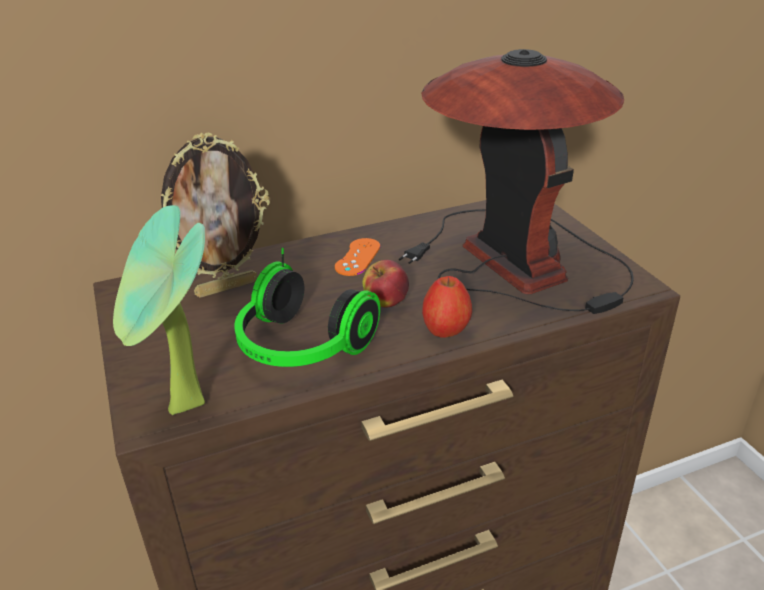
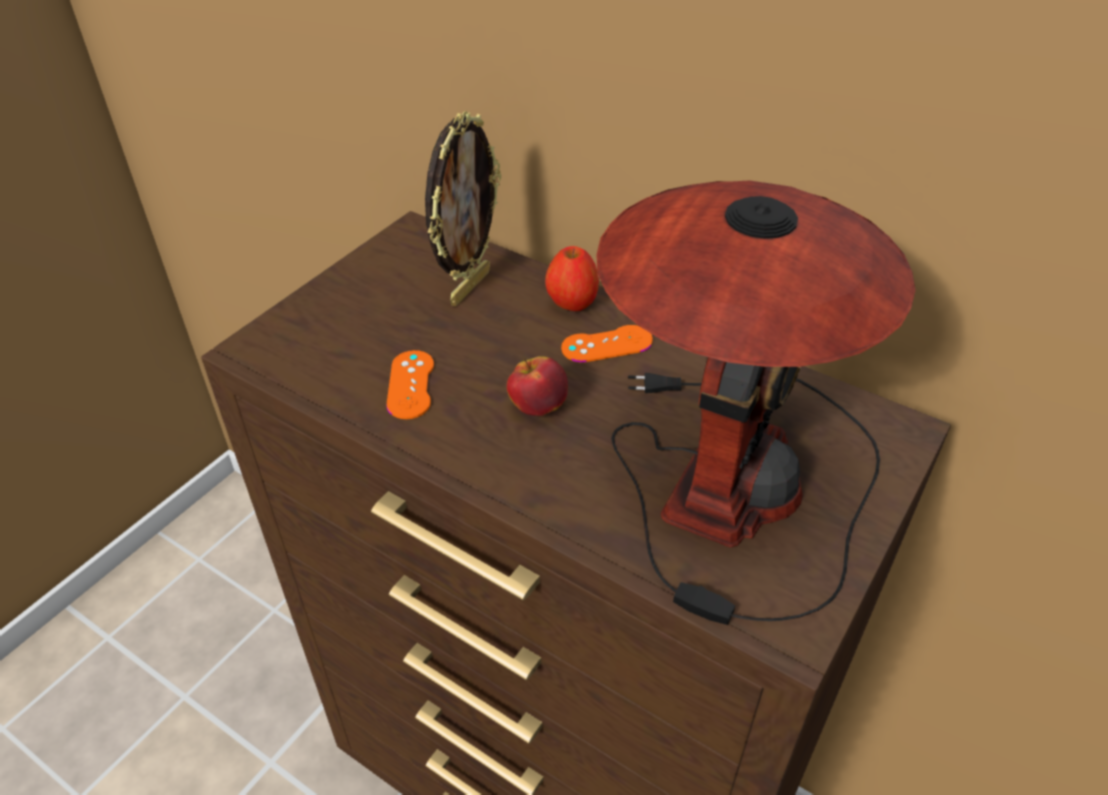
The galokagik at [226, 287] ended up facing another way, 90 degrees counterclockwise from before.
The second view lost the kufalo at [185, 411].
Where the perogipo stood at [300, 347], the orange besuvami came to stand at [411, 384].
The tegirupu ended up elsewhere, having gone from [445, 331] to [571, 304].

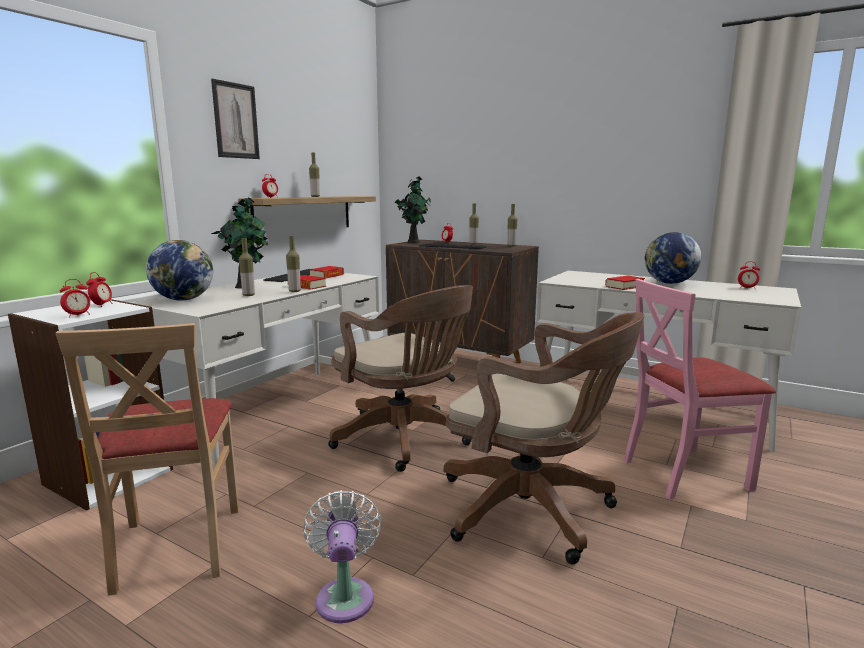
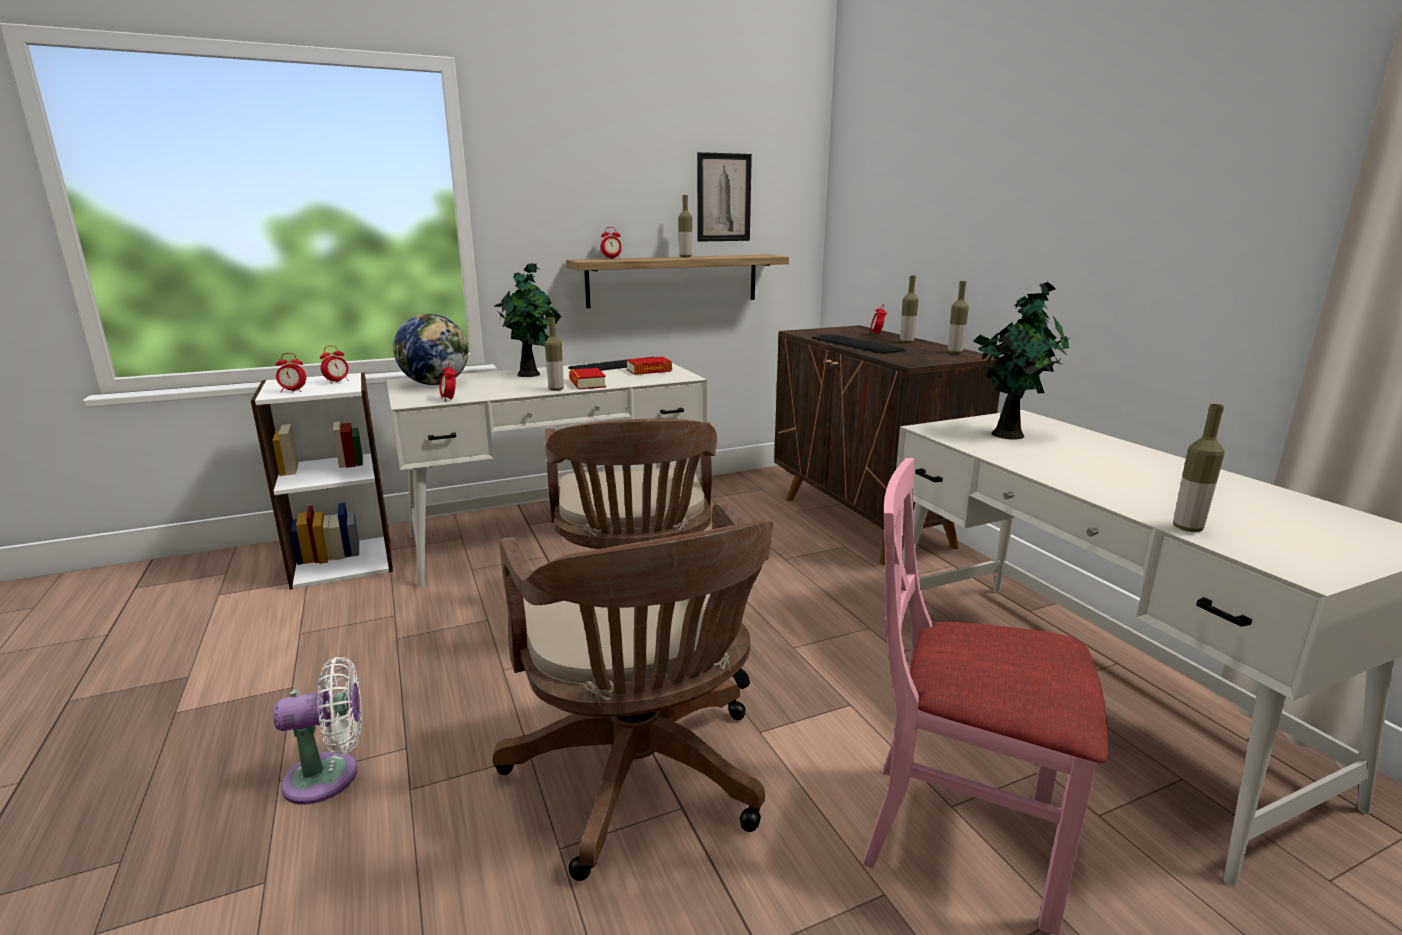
The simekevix ended up elsewhere, having gone from [236, 121] to [723, 197].
The kufalo ended up elsewhere, having gone from [413, 242] to [1009, 434].
The second view lost the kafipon at [669, 283].
The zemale ended up elsewhere, having gone from [248, 295] to [1187, 528].
The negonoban ended up elsewhere, having gone from [747, 288] to [449, 399].
The second view lost the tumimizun at [624, 286].
The second view lost the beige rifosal at [176, 546].
The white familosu at [345, 595] ended up facing another way, 45 degrees clockwise from before.

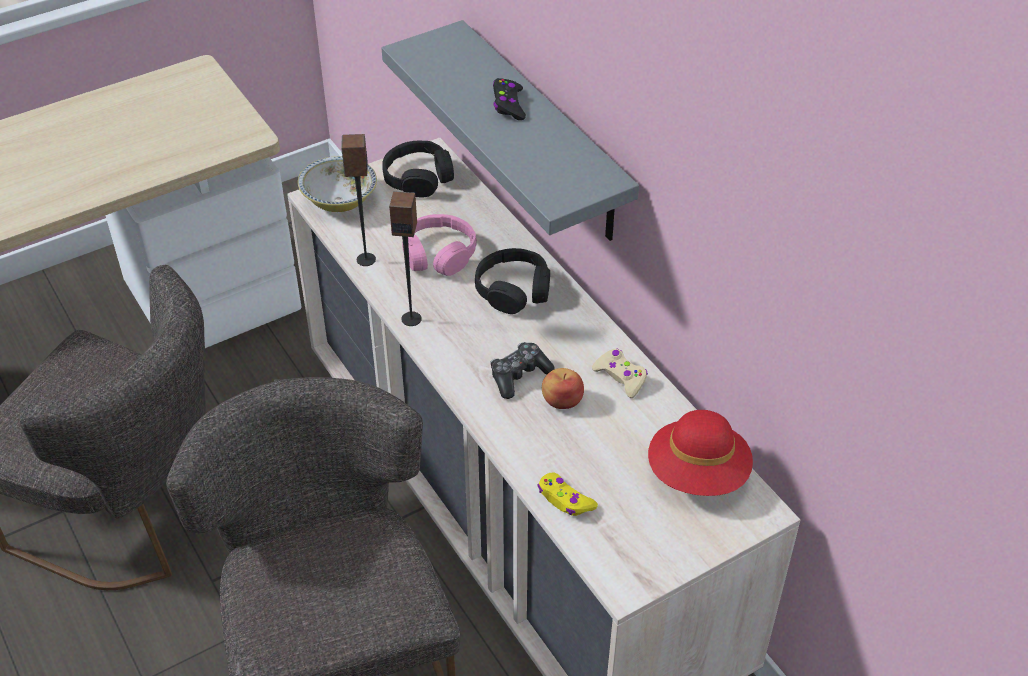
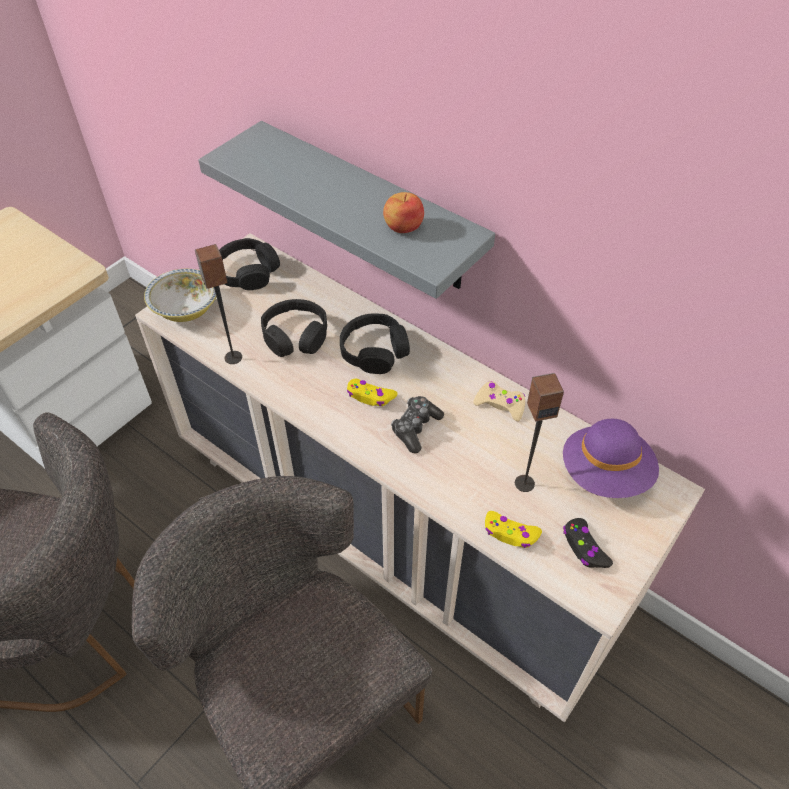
The black besuvami ended up elsewhere, having gone from [508, 105] to [584, 548].
The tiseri ended up elsewhere, having gone from [411, 318] to [524, 483].
What was the pink perogipo at [439, 254] turned into the black perogipo at [295, 336].
The tegirupu ended up elsewhere, having gone from [562, 400] to [403, 226].
What was the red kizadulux at [698, 474] turned into the purple kizadulux at [605, 473].
The second view gained the yellow besuvami at [370, 396].

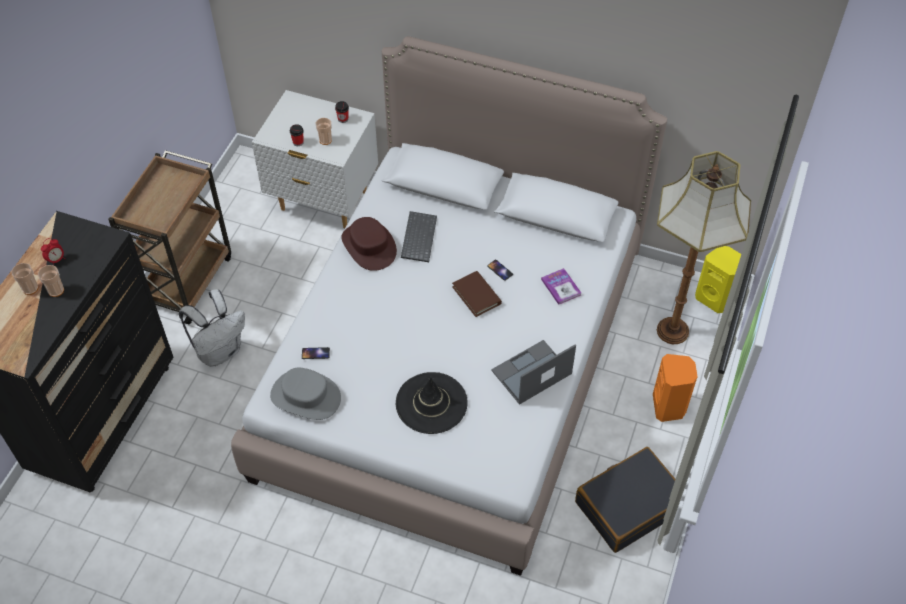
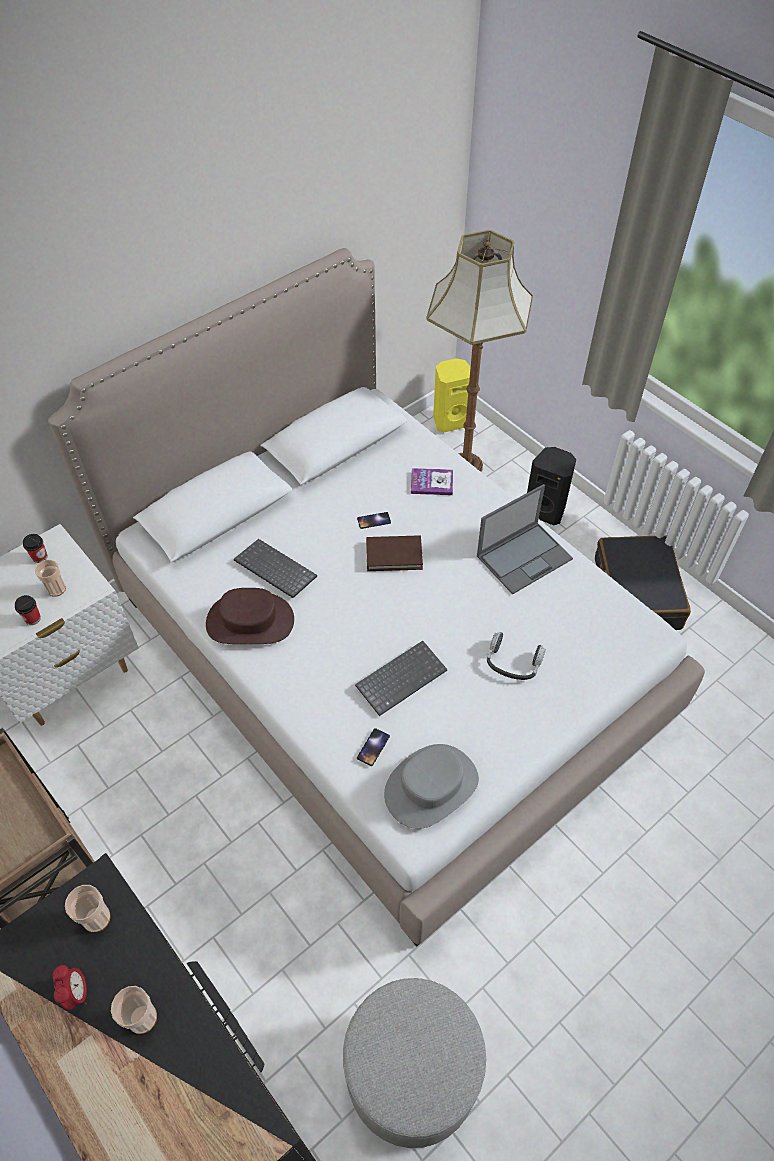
The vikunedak ended up elsewhere, having gone from [30, 288] to [96, 918].
The second view lost the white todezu at [220, 351].
The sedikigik at [531, 373] ended up facing another way, 120 degrees counterclockwise from before.
What was the orange tiseri at [669, 406] turned into the black tiseri at [546, 510].
Where the black kizadulux stood at [431, 403], the perogipo came to stand at [513, 662].
The second view gained the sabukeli at [401, 677].
The second view gained the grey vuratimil at [412, 1072].

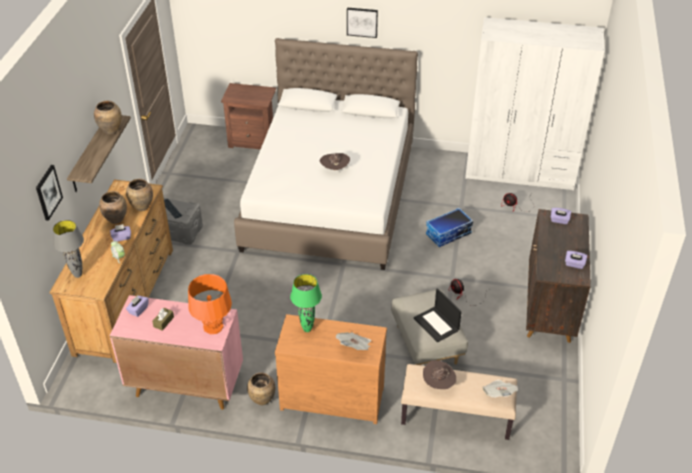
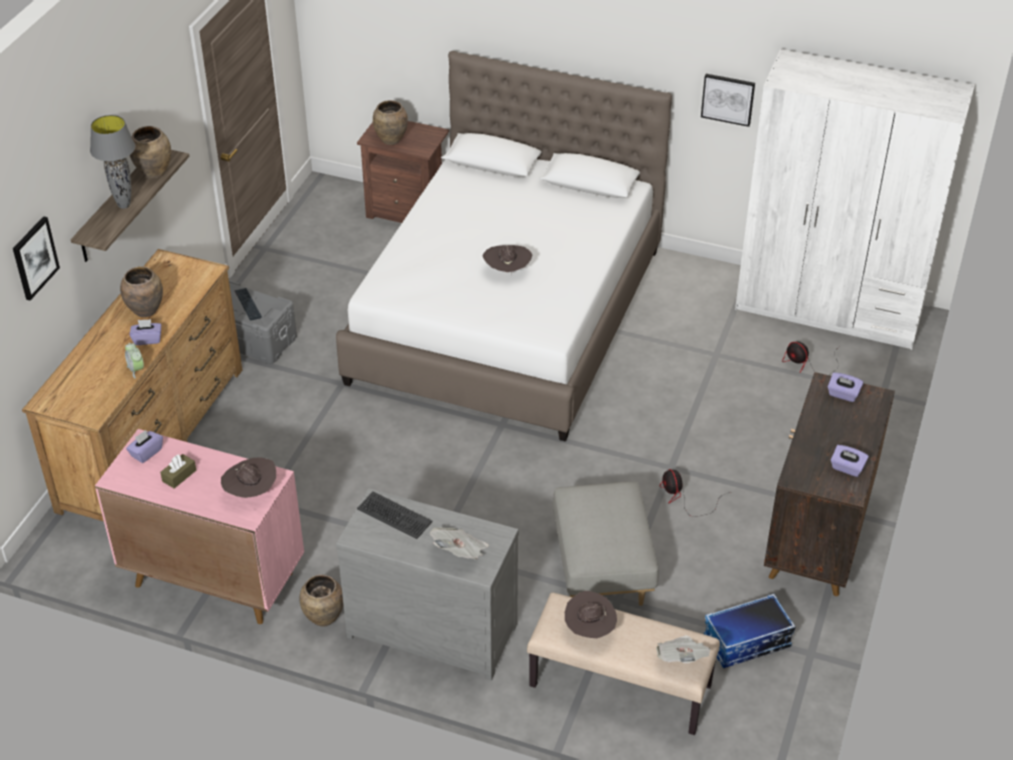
The simekevix ended up elsewhere, having gone from [362, 22] to [728, 99].
The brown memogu ended up elsewhere, having gone from [141, 207] to [390, 140].
The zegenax ended up elsewhere, having gone from [448, 234] to [746, 643].
The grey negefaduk ended up elsewhere, having gone from [77, 275] to [123, 205].
Where the orange negefaduk stood at [213, 326], the brown kizadulux came to stand at [251, 493].
Where the green negefaduk stood at [307, 329], the sabukeli came to stand at [394, 516].
The second view lost the sedikigik at [437, 324].
What was the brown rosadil at [332, 395] turned into the grey rosadil at [433, 626].

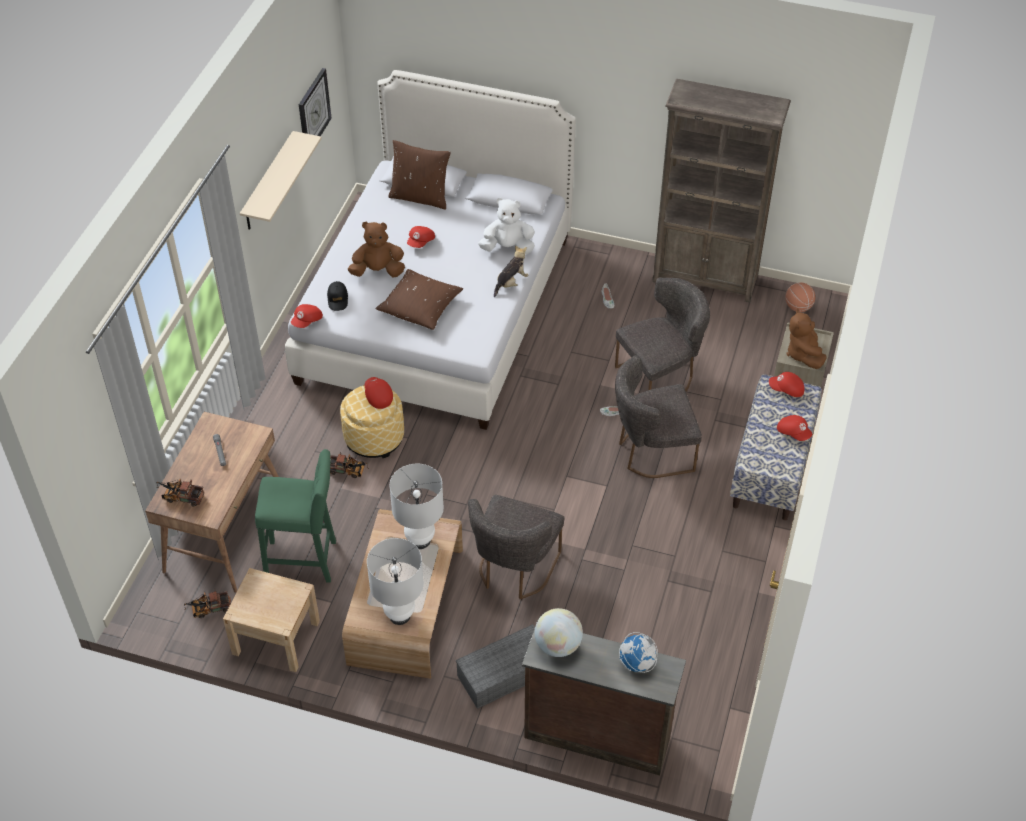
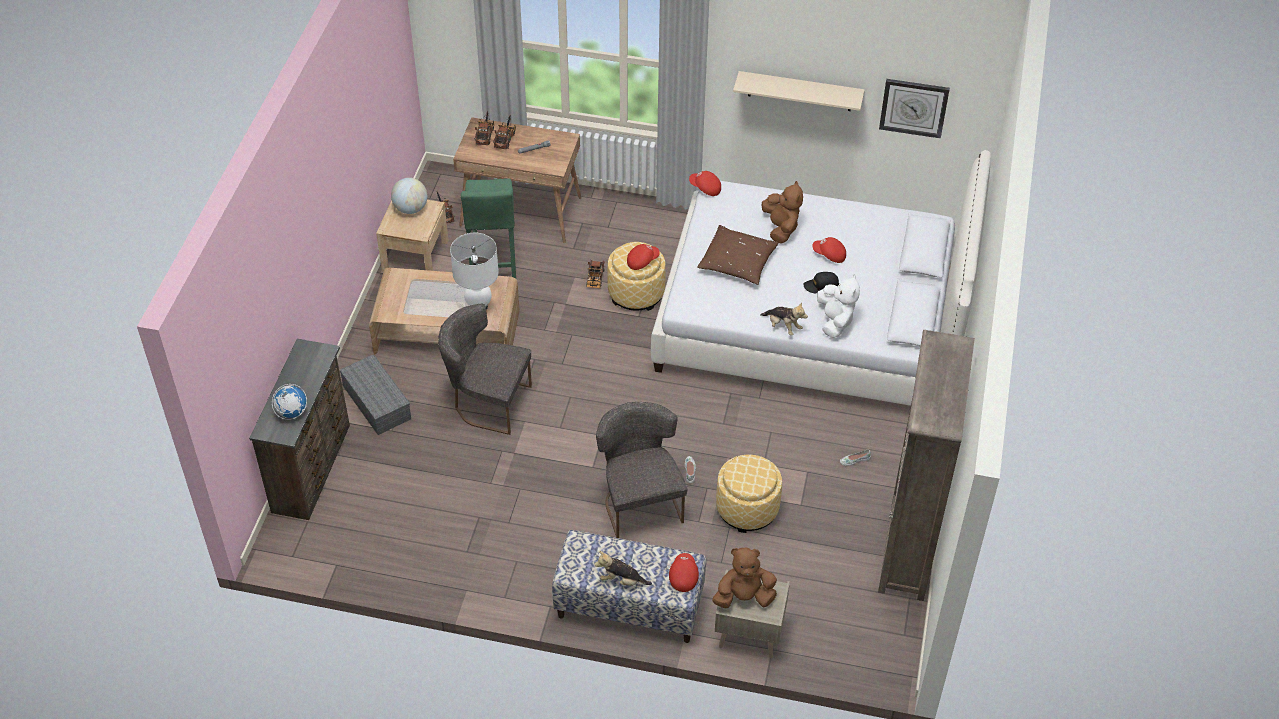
The second view lost the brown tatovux at [420, 197].
Where the grey rifosal stood at [660, 376], the vuratimil came to stand at [747, 508].
The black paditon ended up elsewhere, having gone from [338, 299] to [821, 285].
The second view lost the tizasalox at [798, 307].
Where the red paditon stood at [793, 432], the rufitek came to stand at [622, 580].
The second view lost the white negefaduk at [399, 616].
The kafipon ended up elsewhere, having gone from [558, 645] to [410, 209].
The second view gained the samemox at [505, 138].

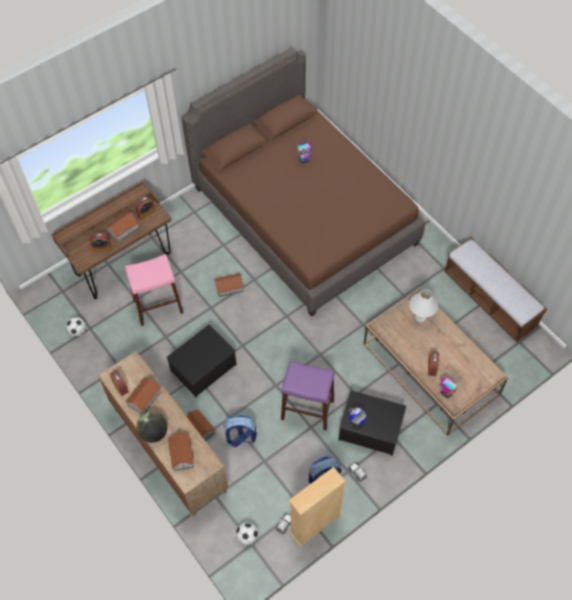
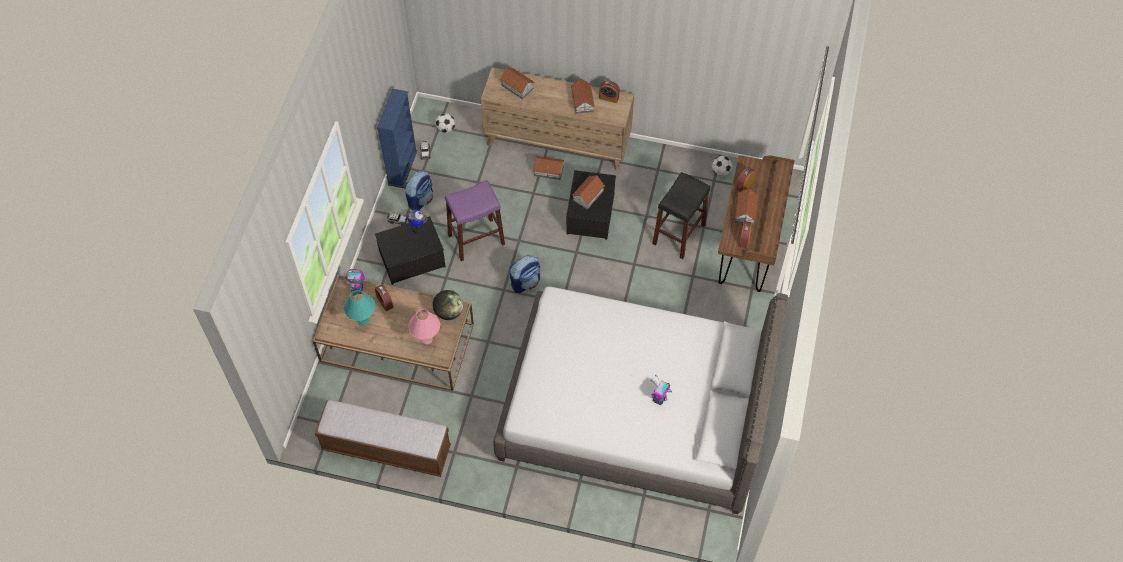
What was the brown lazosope at [304, 216] turned into the grey lazosope at [635, 411].
What was the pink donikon at [158, 306] turned into the black donikon at [679, 234].
The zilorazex ended up elsewhere, having gone from [229, 287] to [587, 195].
What was the white negefaduk at [420, 317] turned into the pink negefaduk at [427, 339].
The kafipon ended up elsewhere, having gone from [154, 432] to [449, 312].
The todezu ended up elsewhere, having gone from [240, 437] to [526, 282].
What was the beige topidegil at [315, 524] turned into the blue topidegil at [402, 167].
The second view gained the turquoise negefaduk at [363, 321].

